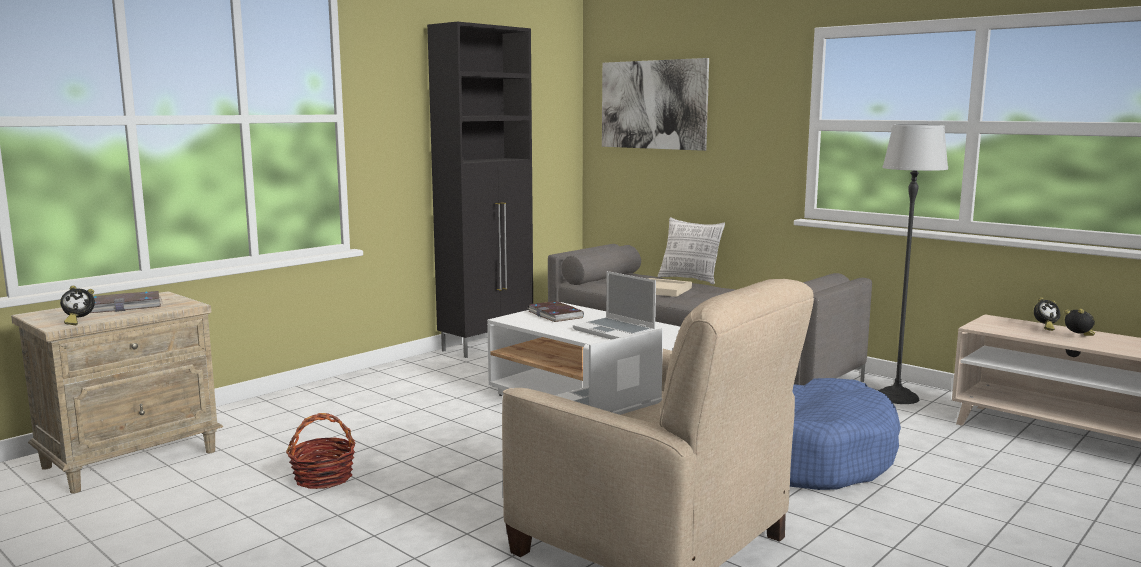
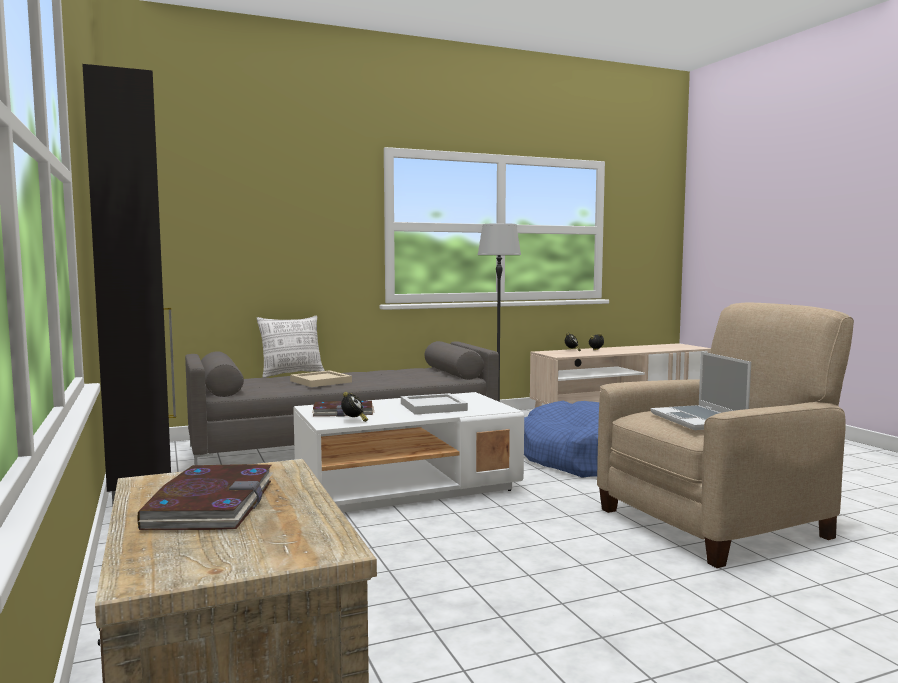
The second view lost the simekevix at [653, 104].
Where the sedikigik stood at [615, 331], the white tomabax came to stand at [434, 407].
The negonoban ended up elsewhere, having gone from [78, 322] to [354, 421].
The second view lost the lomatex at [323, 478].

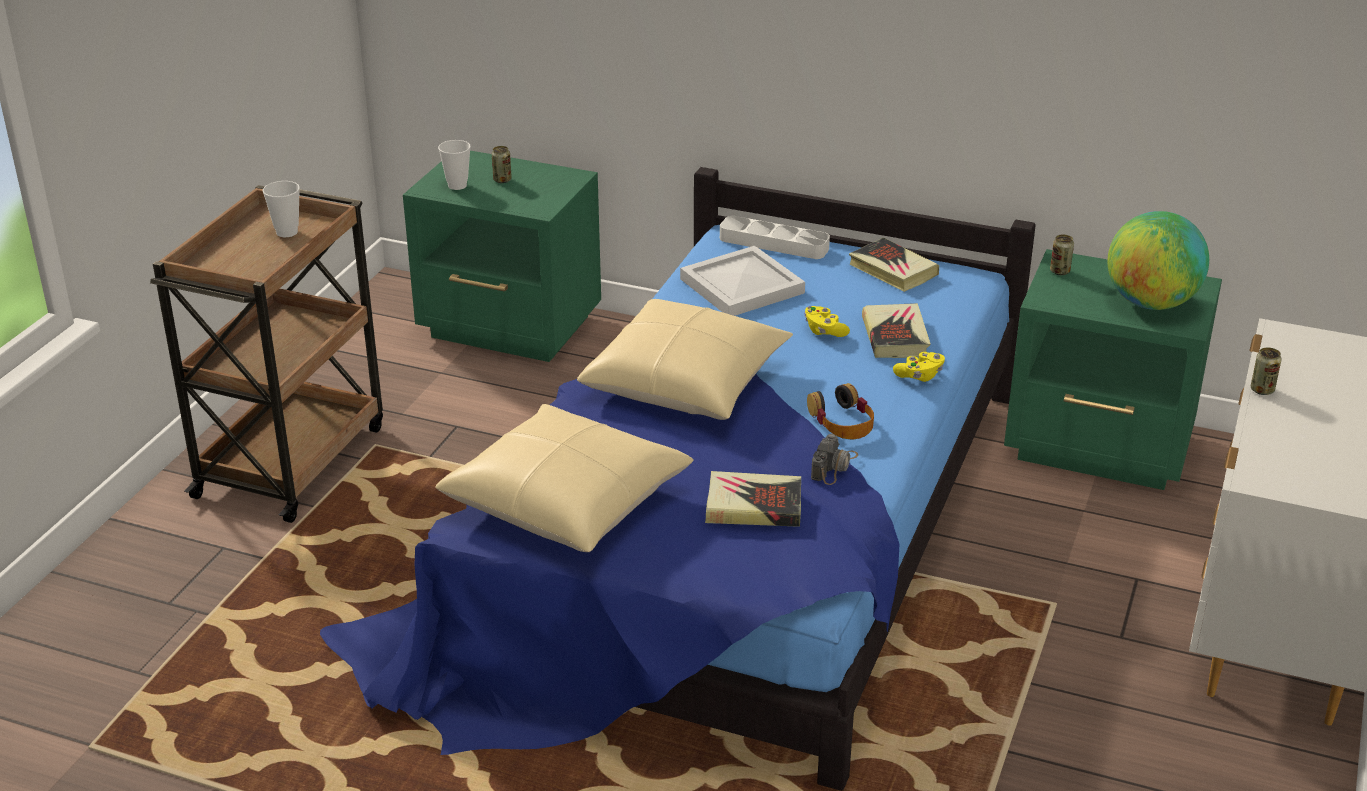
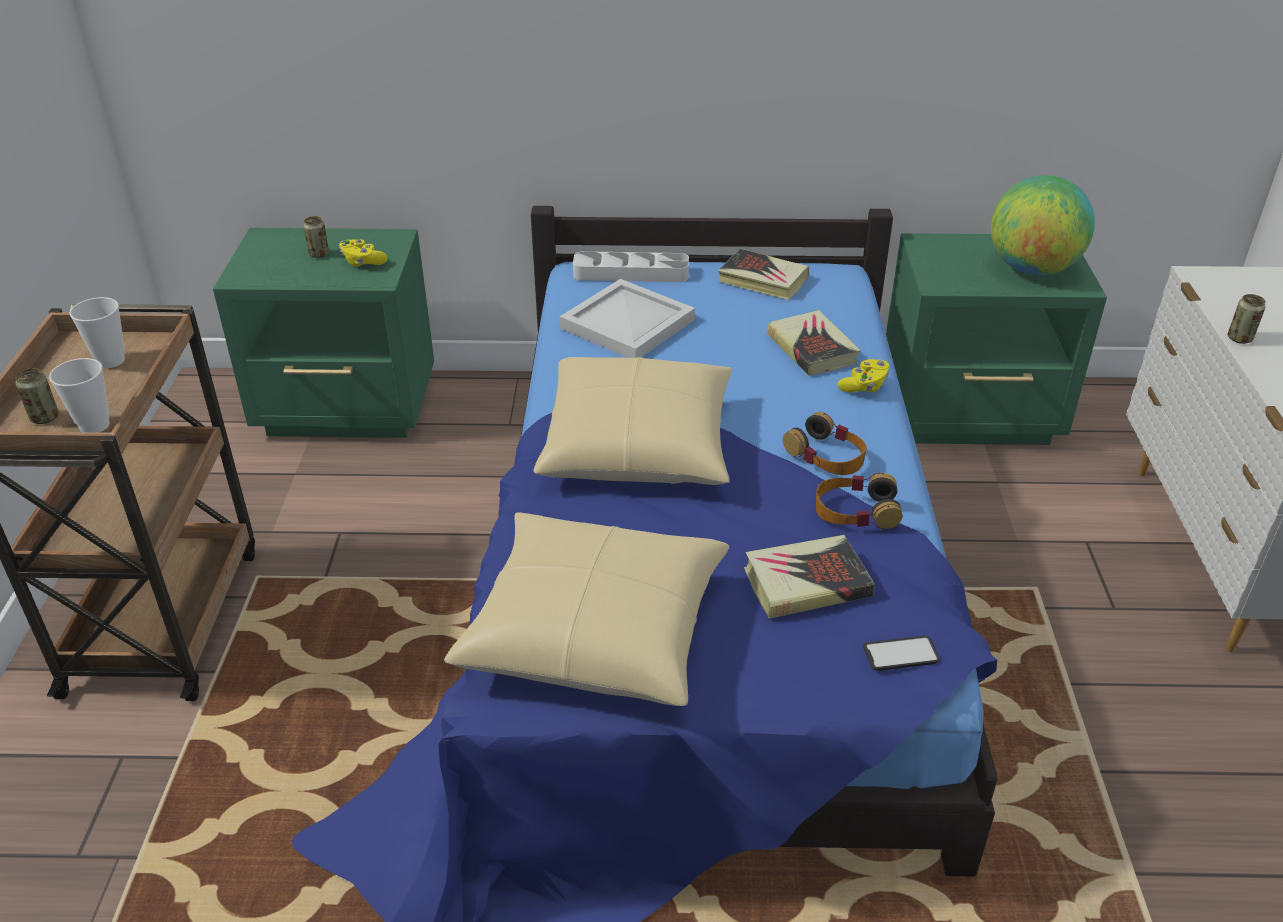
The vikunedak ended up elsewhere, having gone from [457, 185] to [94, 425].
The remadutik ended up elsewhere, having gone from [1059, 271] to [45, 418].
The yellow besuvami ended up elsewhere, having gone from [824, 331] to [362, 262].
Where the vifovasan stood at [834, 466], the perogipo came to stand at [855, 510].
The second view gained the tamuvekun at [901, 654].

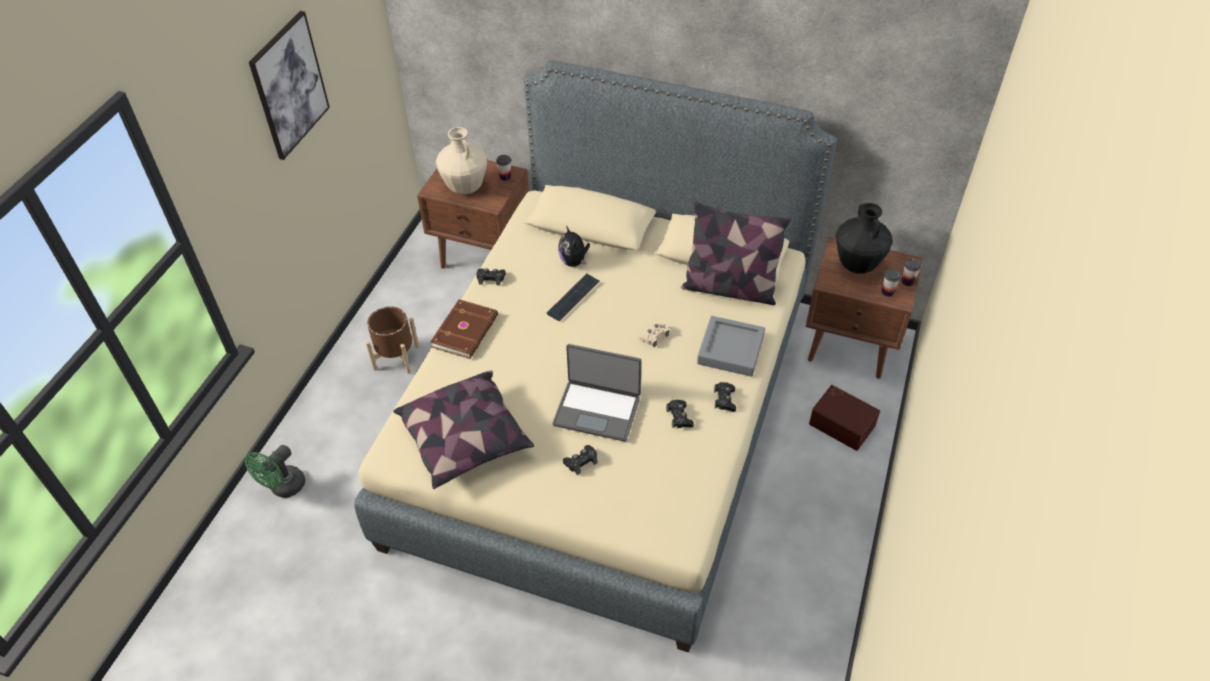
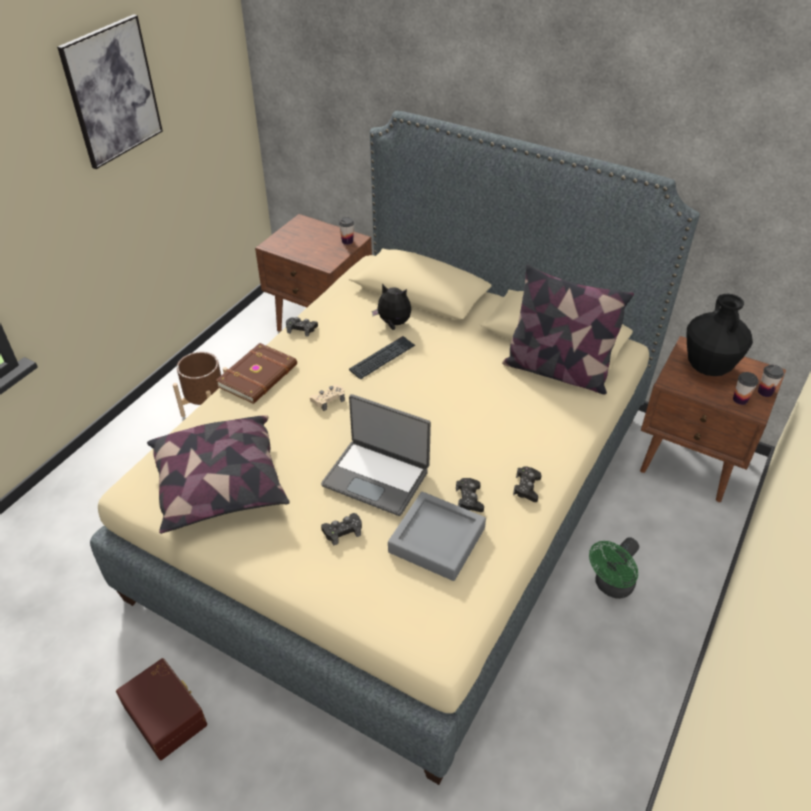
The second view lost the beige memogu at [465, 188].
The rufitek at [574, 261] ended up facing another way, 120 degrees clockwise from before.
The grey tomabax ended up elsewhere, having gone from [730, 350] to [437, 540].
The beige besuvami ended up elsewhere, having gone from [654, 336] to [328, 400].
The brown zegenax ended up elsewhere, having gone from [842, 423] to [167, 714].
The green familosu ended up elsewhere, having gone from [283, 488] to [611, 587].

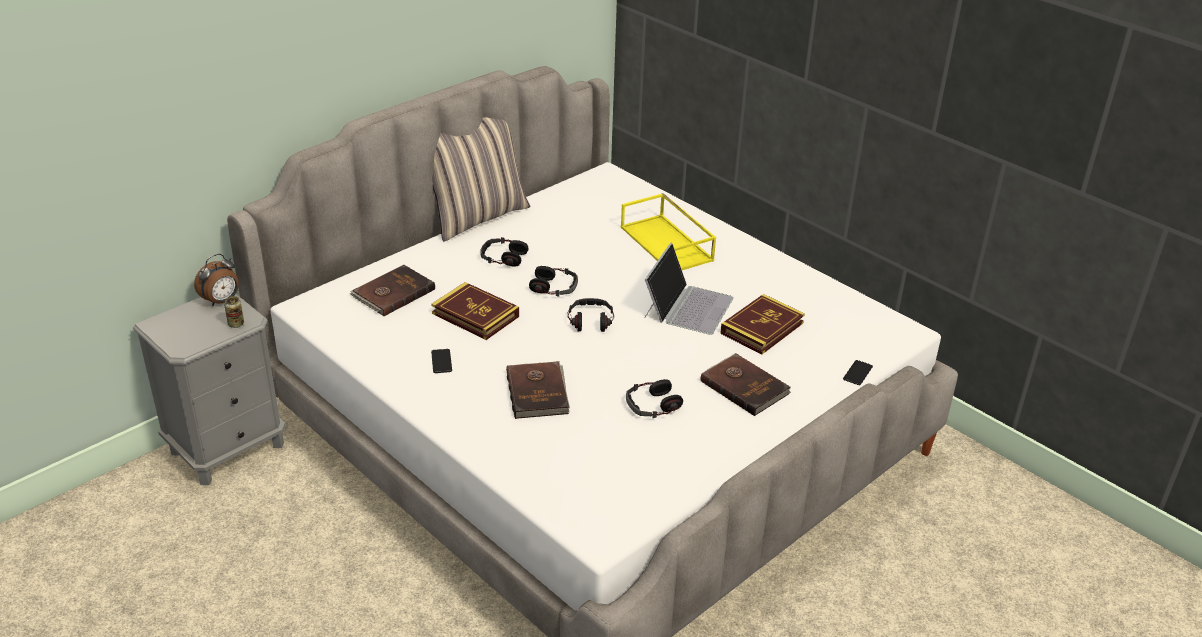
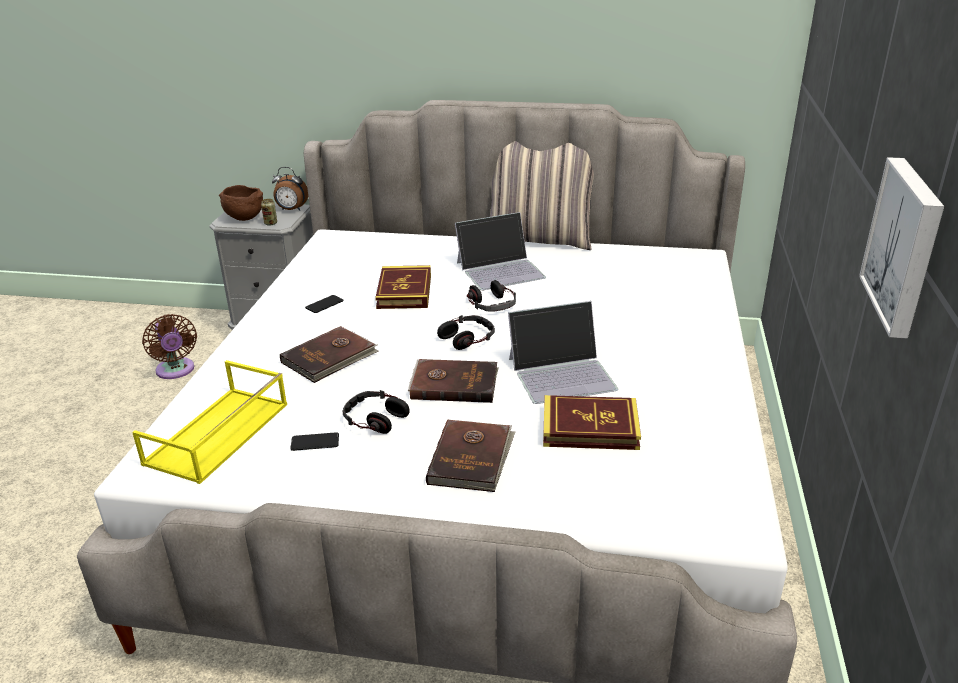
The yellow tomabax ended up elsewhere, having gone from [668, 244] to [218, 435].
Where the perogipo stood at [503, 257], the sedikigik came to stand at [501, 269].
The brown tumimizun ended up elsewhere, having gone from [392, 293] to [454, 383].
The tamuvekun ended up elsewhere, having gone from [857, 373] to [315, 442].
The second view gained the simekevix at [906, 245].
The second view gained the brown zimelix at [243, 218].
The second view gained the brown familosu at [176, 371].

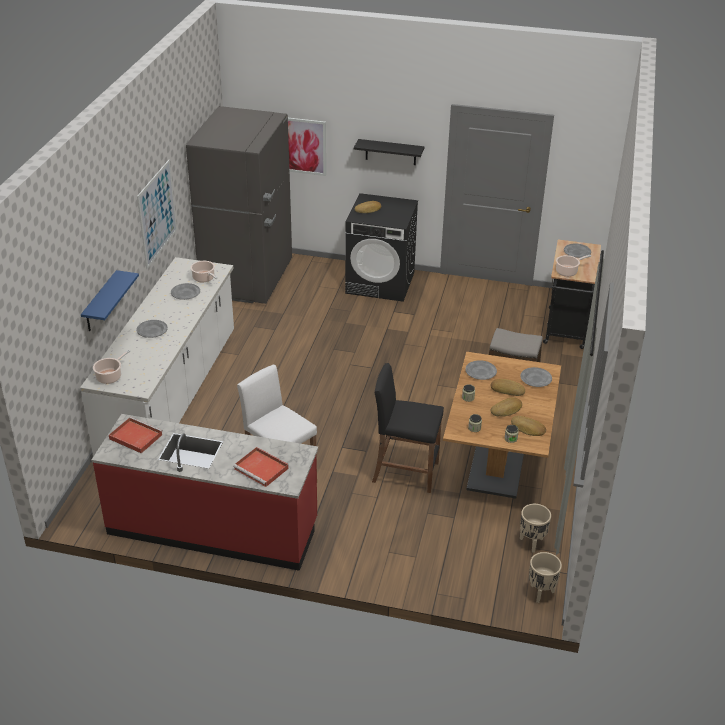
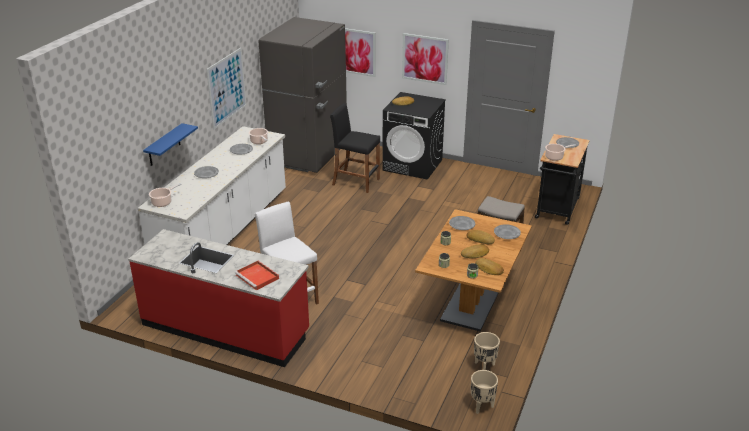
Where the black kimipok hung at [390, 152], the simekevix came to hang at [425, 59].
The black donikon ended up elsewhere, having gone from [405, 472] to [355, 182].
The second view lost the red tomabax at [135, 436].

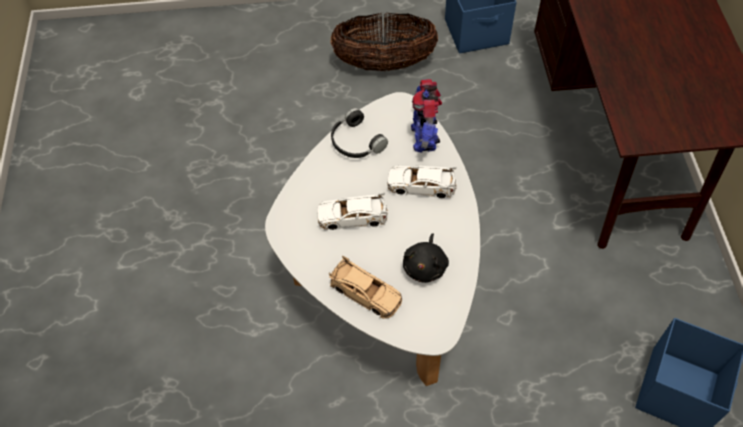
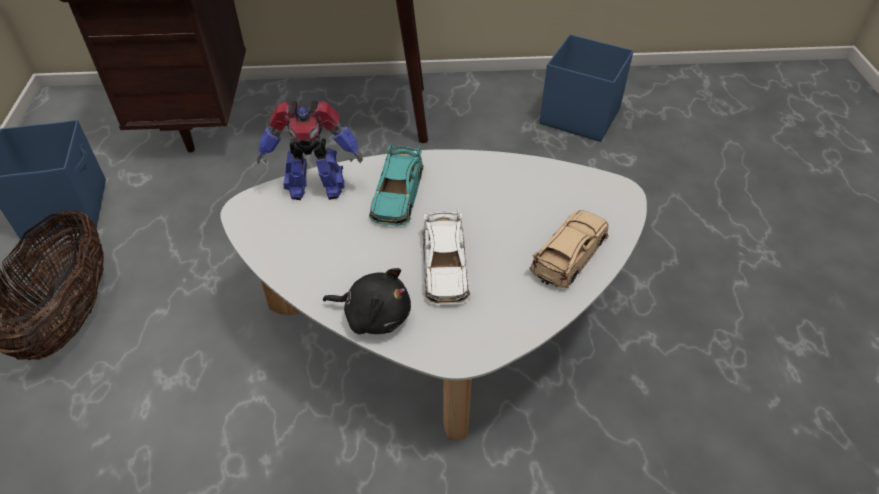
The second view lost the black perogipo at [355, 142].
What was the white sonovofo at [421, 185] turned into the turquoise sonovofo at [397, 194].
The black rufitek ended up elsewhere, having gone from [425, 266] to [374, 315].

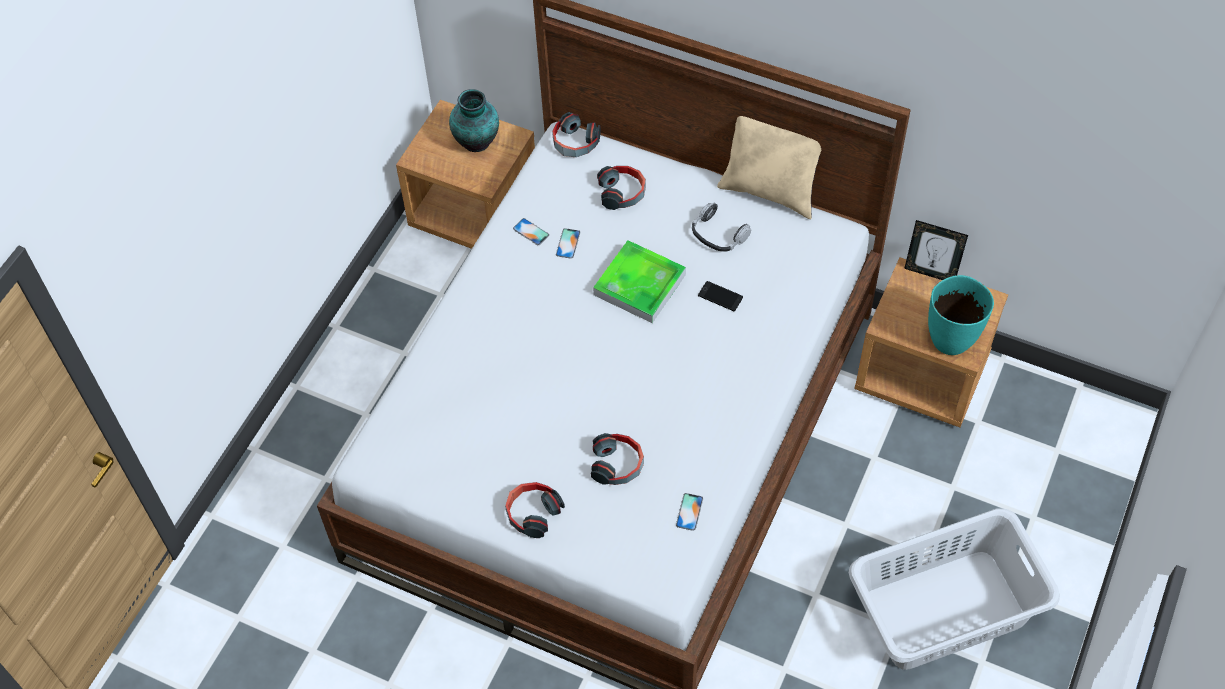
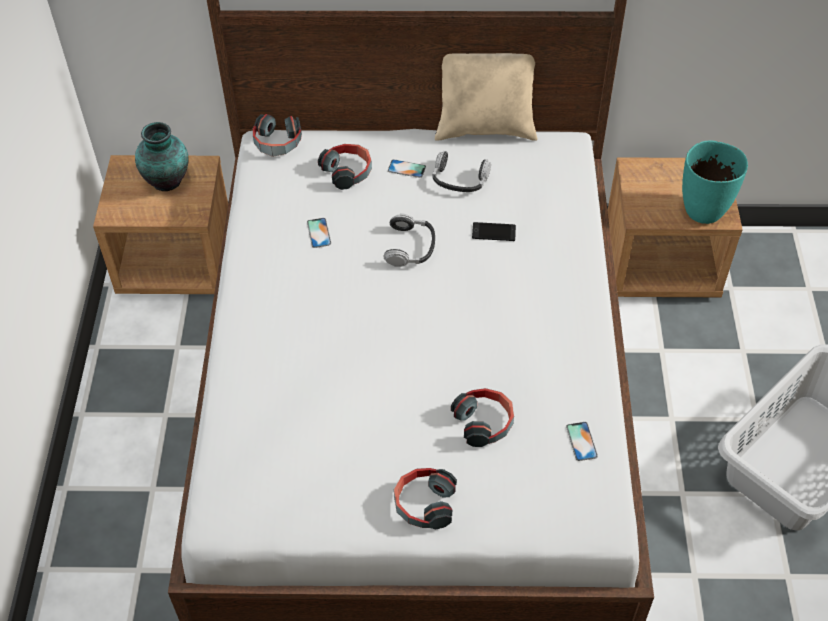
The tamuvekun ended up elsewhere, having gone from [531, 232] to [406, 169].
The second view lost the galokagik at [930, 272].
Where the tomabax stood at [639, 285], the perogipo came to stand at [410, 247].

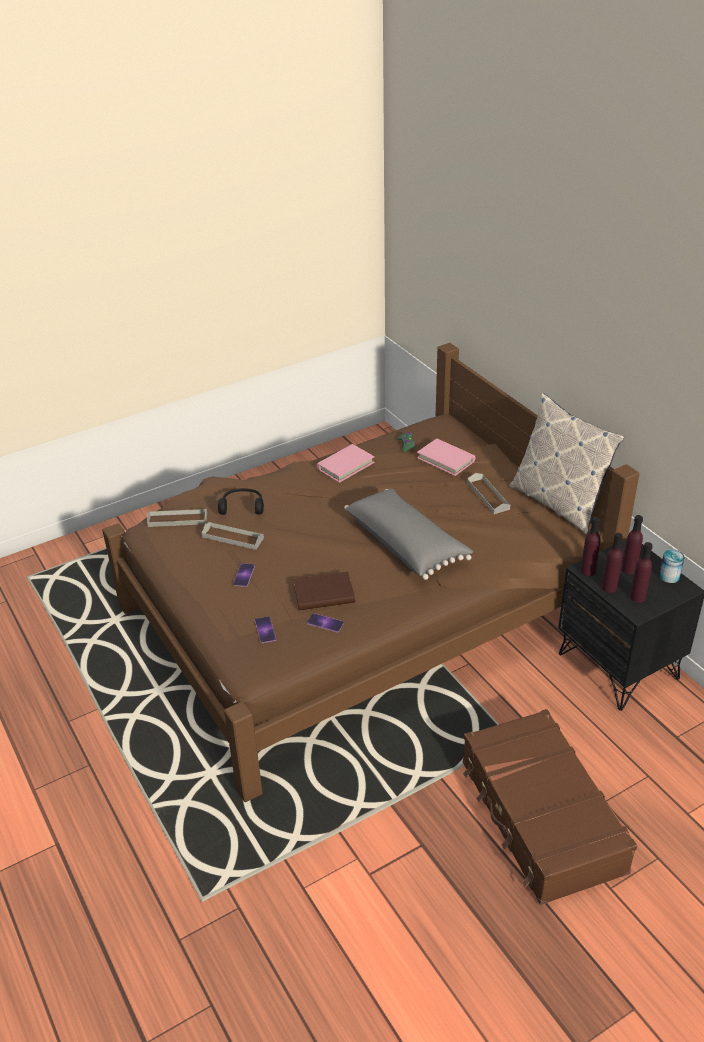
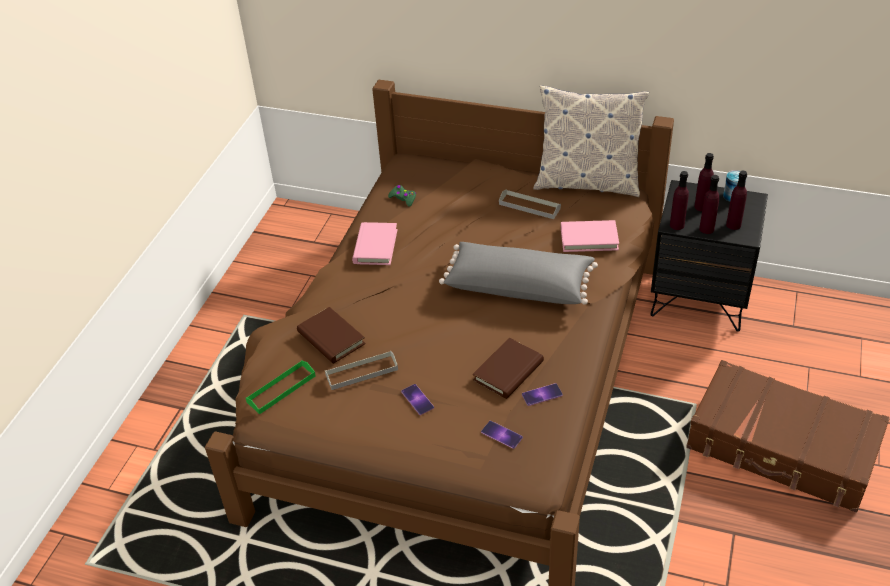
The pink tumimizun ended up elsewhere, having gone from [446, 459] to [589, 238].
Where the black perogipo stood at [242, 506], the brown tumimizun came to stand at [331, 338].
What was the grey tomabax at [177, 519] turned into the green tomabax at [281, 389].

